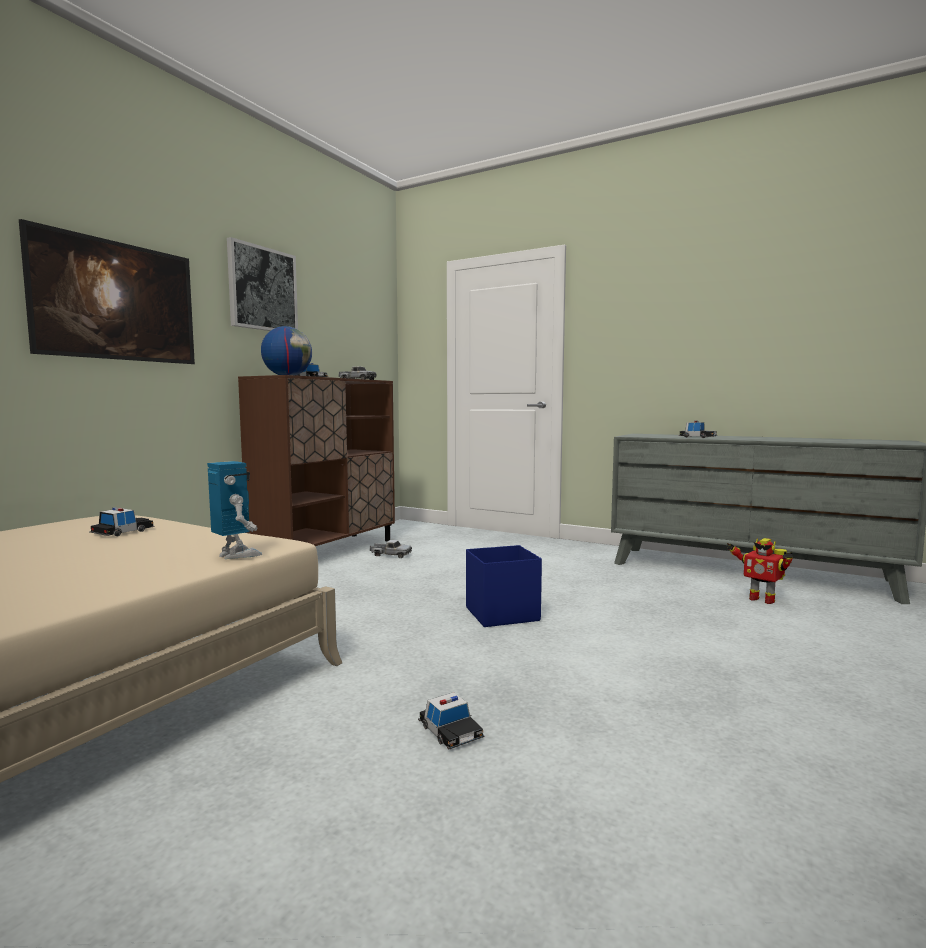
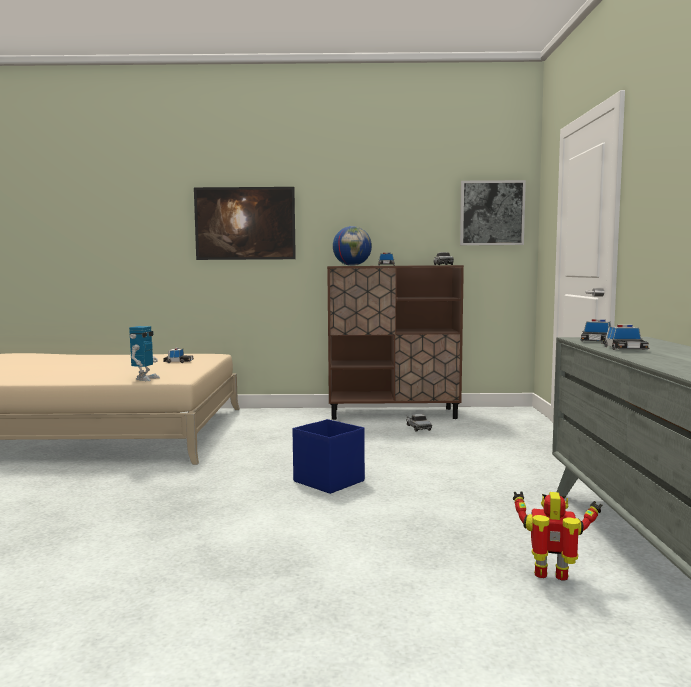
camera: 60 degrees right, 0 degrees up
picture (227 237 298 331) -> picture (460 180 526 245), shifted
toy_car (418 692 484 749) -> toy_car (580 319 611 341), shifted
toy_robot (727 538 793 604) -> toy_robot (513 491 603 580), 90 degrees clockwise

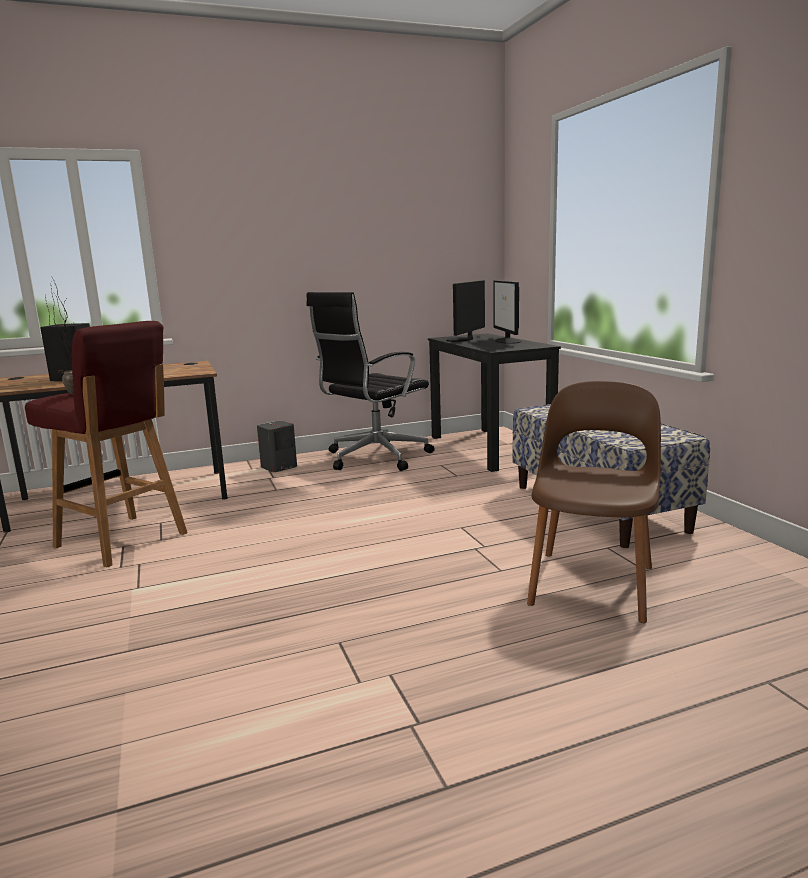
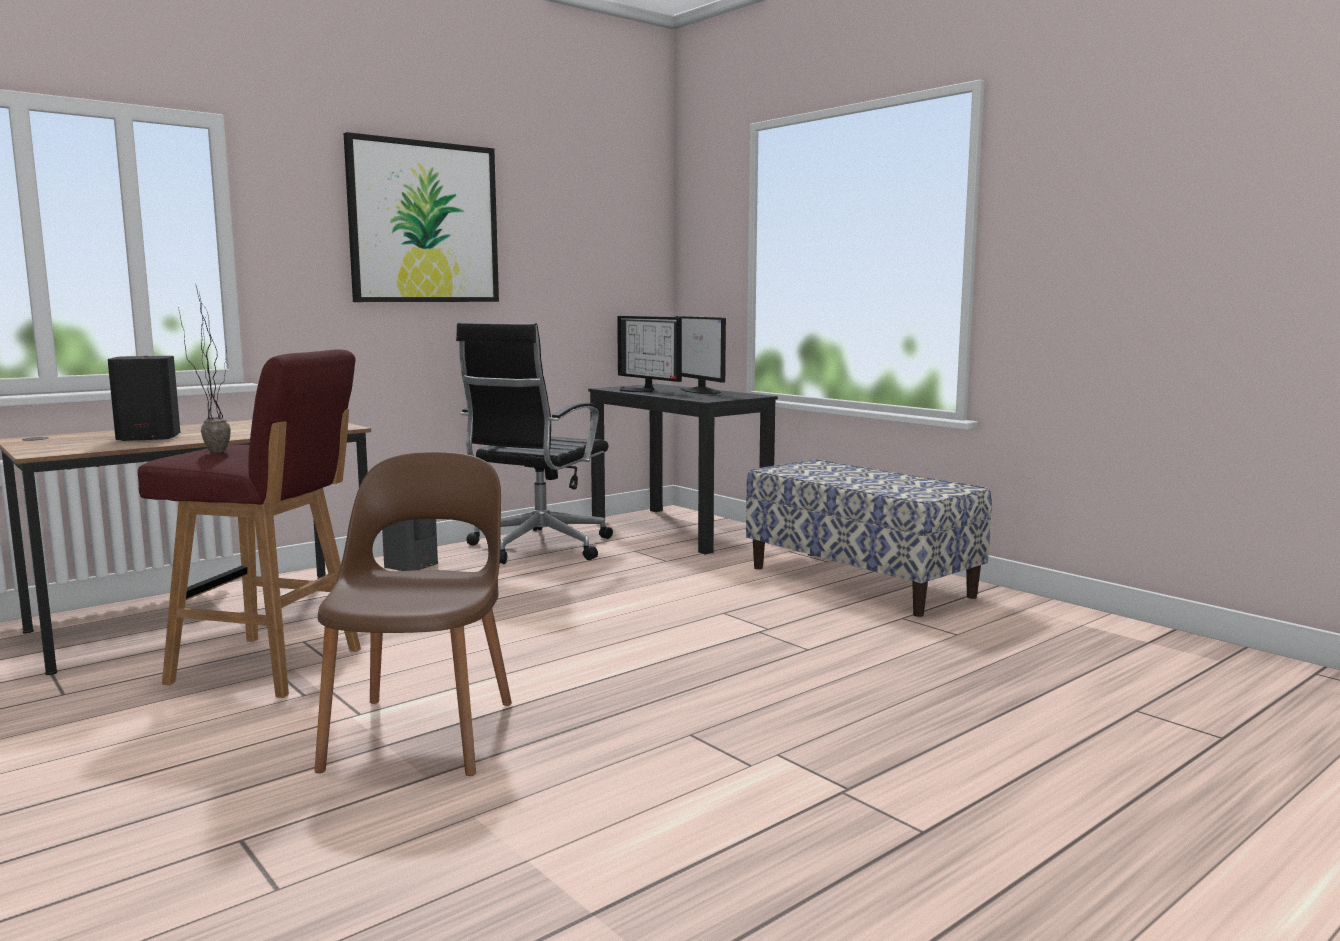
camera: 20 degrees left, 5 degrees down
monitor (447 280 485 342) -> monitor (617 316 682 392), 45 degrees counterclockwise
brown_chair (527 381 661 623) -> brown_chair (314 452 512 776), shifted
none -> picture (344 132 499 302)

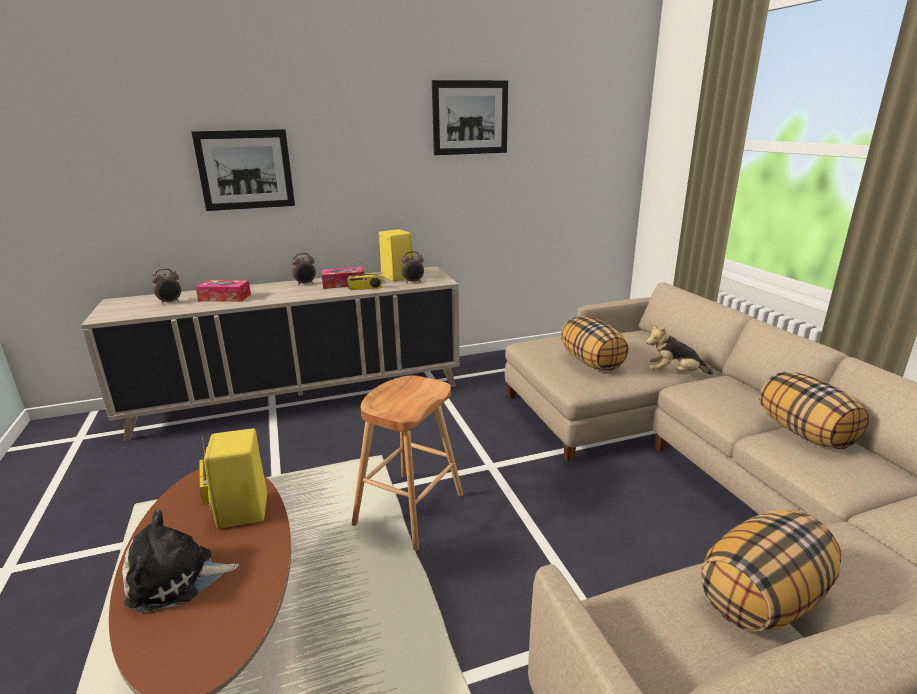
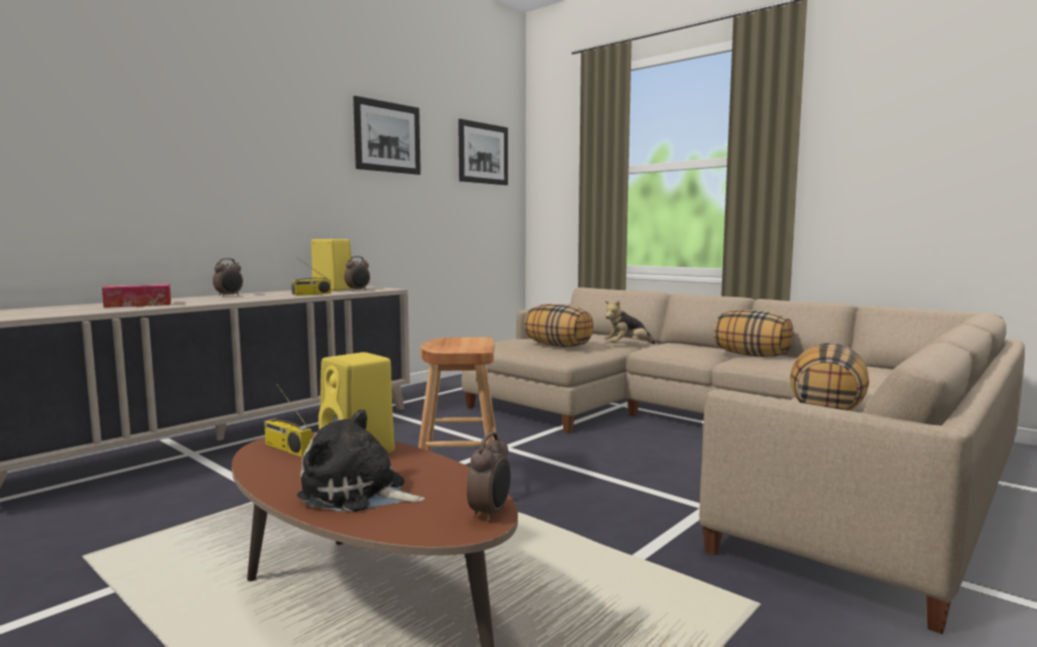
camera: 30 degrees left, 15 degrees down
plush_toy (122 510 239 612) -> plush_toy (297 409 424 512), 60 degrees clockwise
alarm_clock (152 269 181 305) -> alarm_clock (467 432 511 522), shifted
picture (191 129 295 211) -> picture (458 119 508 185), shifted
tissue_box (321 267 364 289) -> none

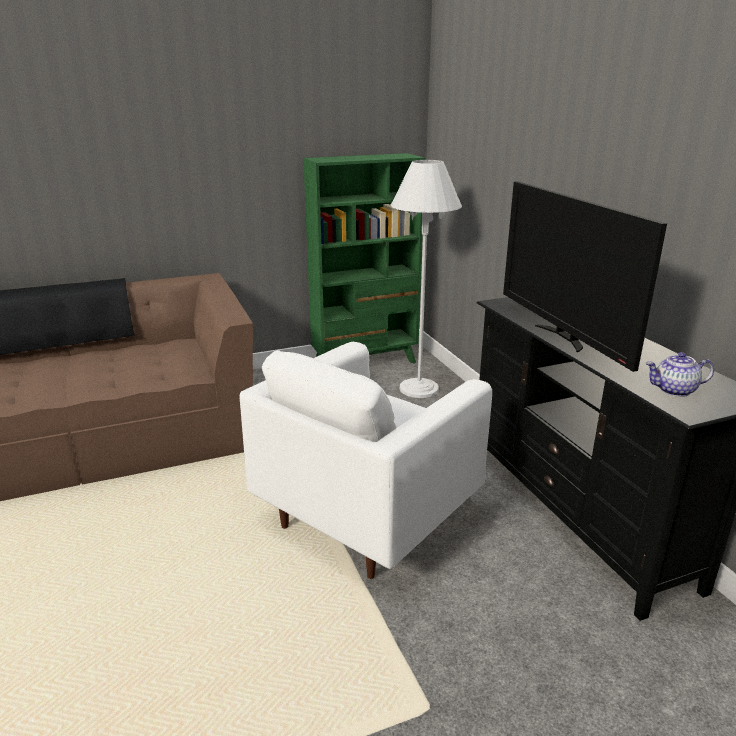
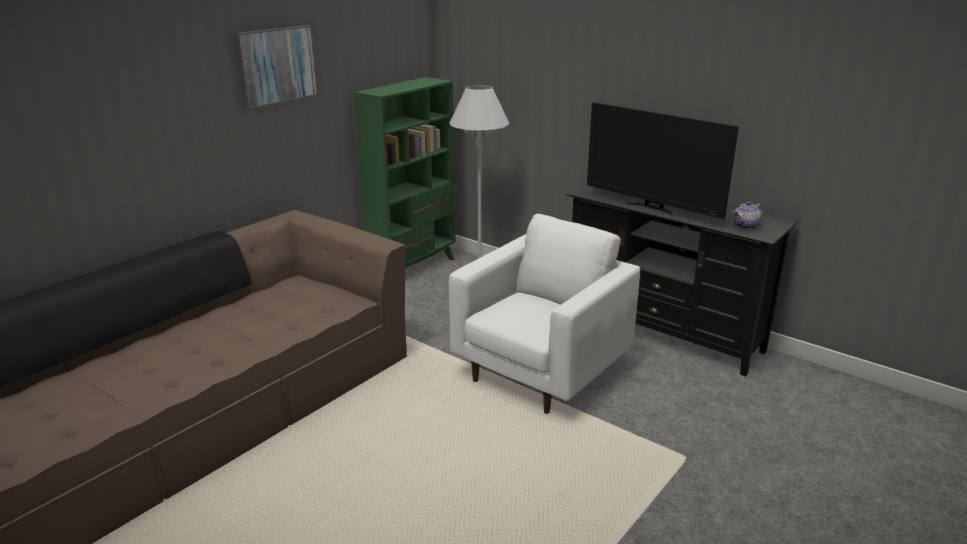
camera: 30 degrees left, 0 degrees up
white_armchair (239 342 492 579) -> white_armchair (449 214 640 414), 150 degrees counterclockwise
none -> picture (234 25 318 109)

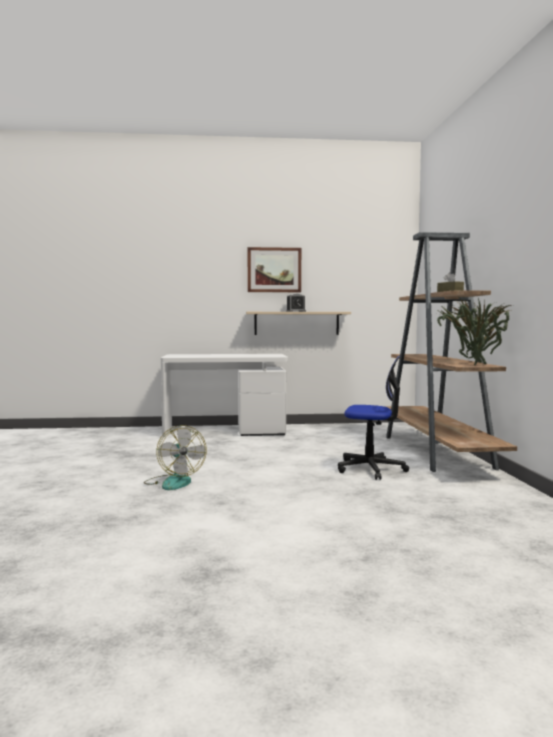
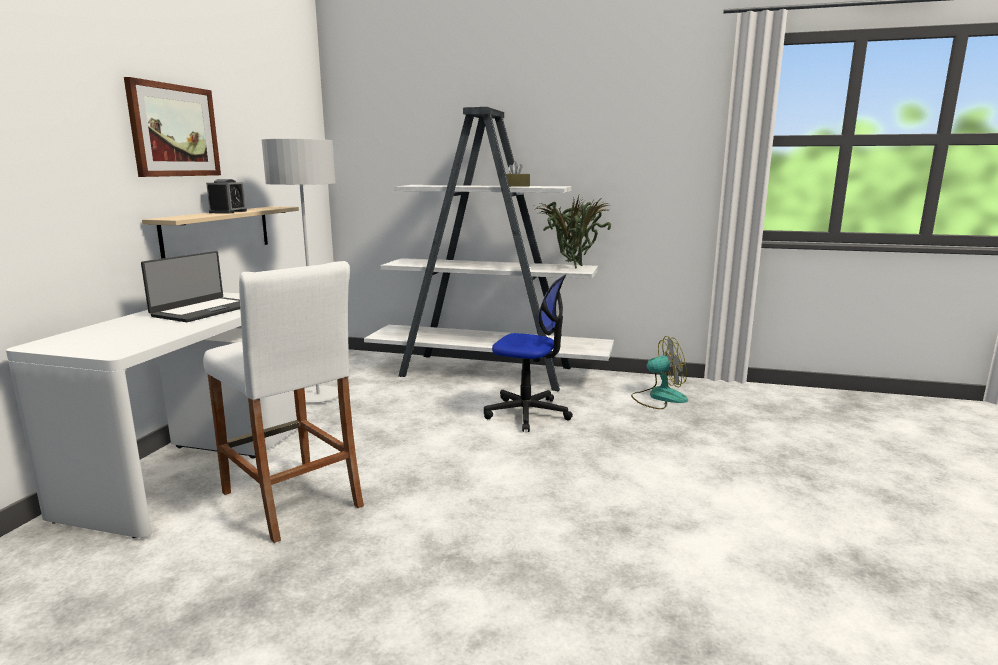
camera: 70 degrees left, 10 degrees up
fan (144 425 207 490) -> fan (631 336 688 409), shifted
office_chair (338 355 409 480) -> office_chair (484 274 573 432), 75 degrees clockwise
brown_bookcase (384 232 517 472) -> white_bookcase (364 107 614 391)
none -> laptop (141 251 240 322)
none -> white_stool (203 261 364 543)
none -> grey_floor_lamp (262 139 338 403)

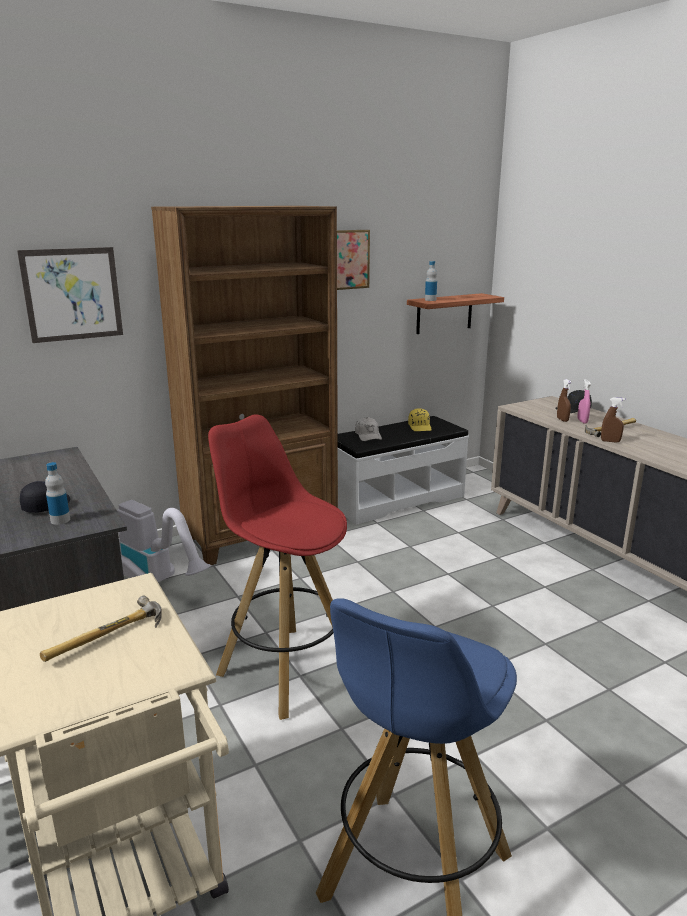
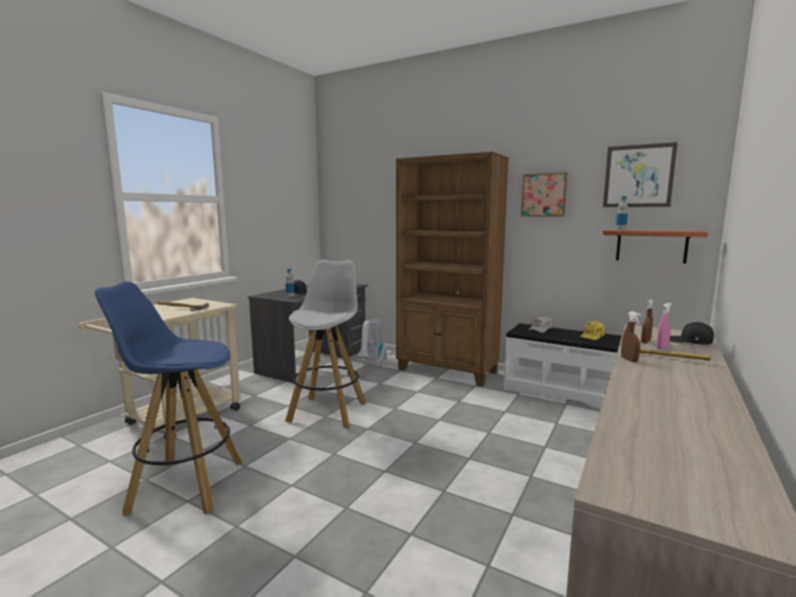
camera: 60 degrees right, 10 degrees down
picture (17 247 123 343) -> picture (603 142 678 207), shifted
red_stool (208 414 347 720) -> white_stool (285 260 366 428)

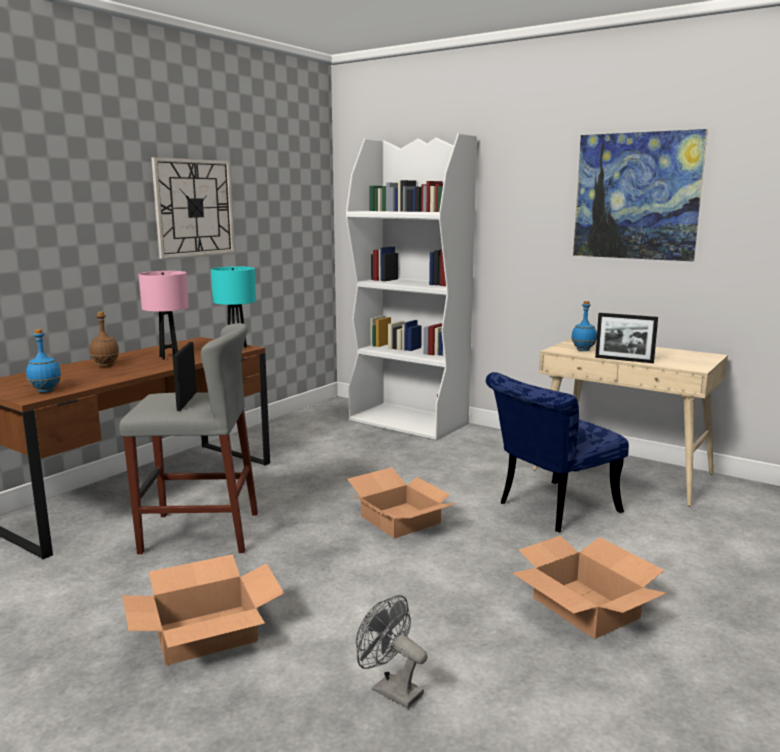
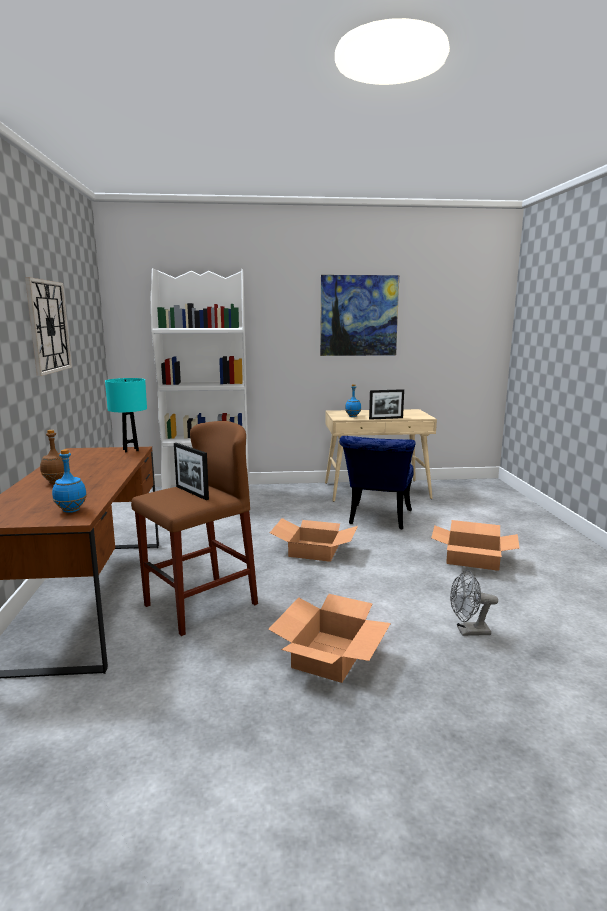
camera: 40 degrees left, 0 degrees up
grey_stool (119 323 258 554) -> brown_stool (131 421 258 636)
pink_table_lamp (138 271 189 360) -> none

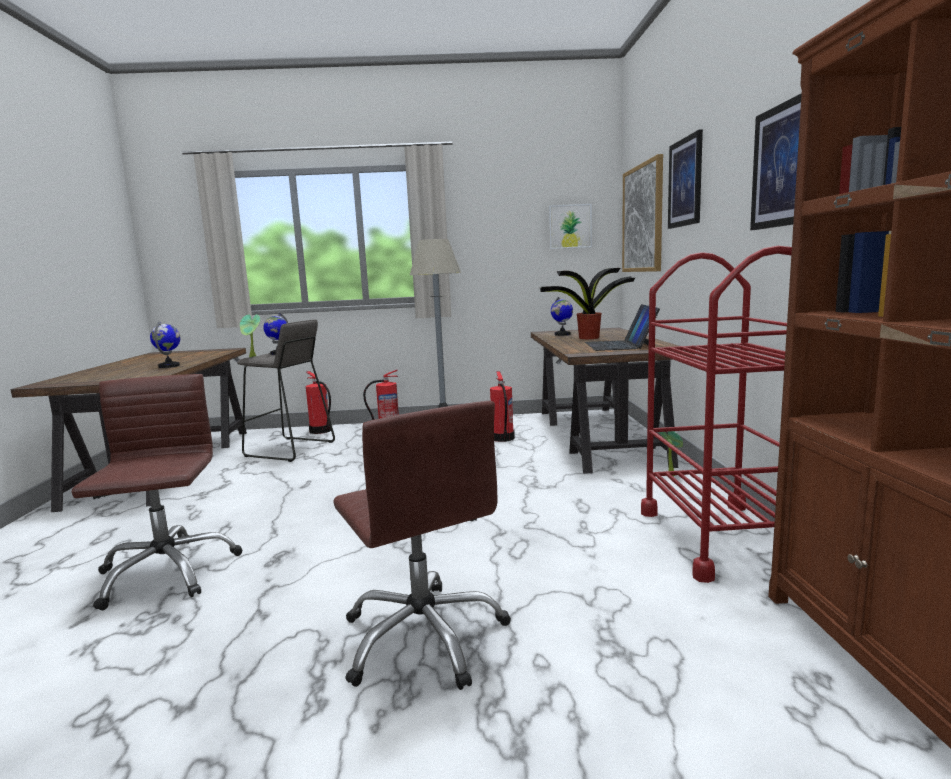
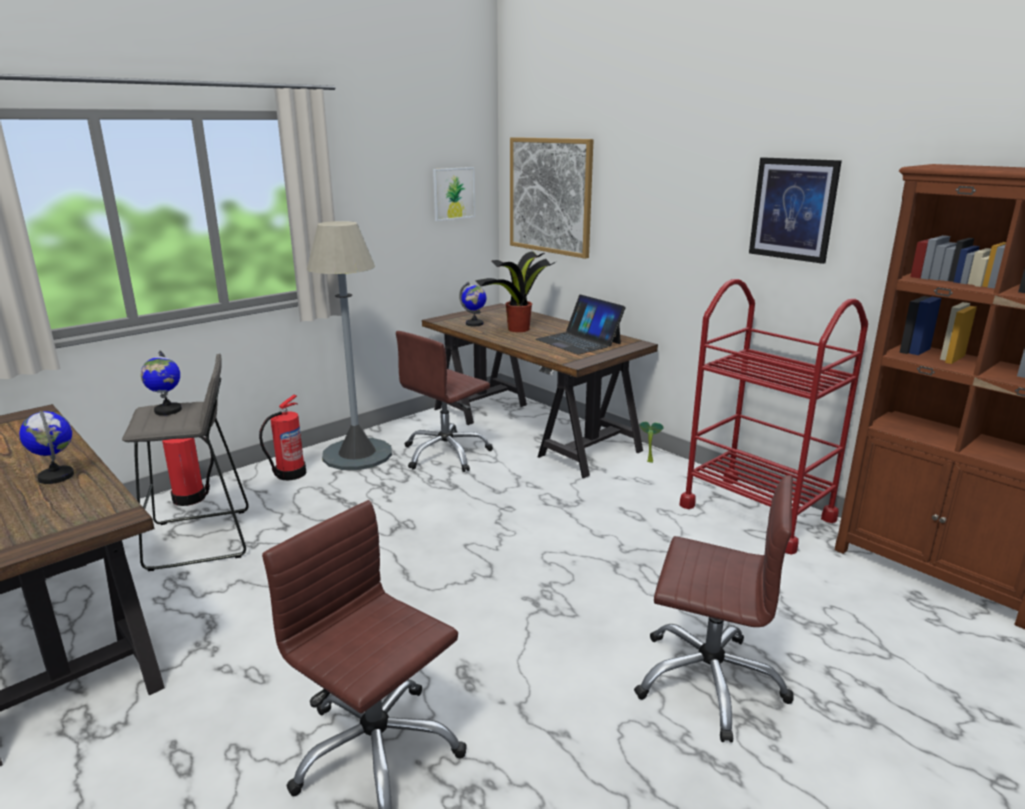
camera: 40 degrees left, 10 degrees up
potted_plant (240 314 260 357) -> none
fire_extinguisher (490 371 515 442) -> brown_office_chair (396 331 493 472)
picture (668 129 703 229) -> none

